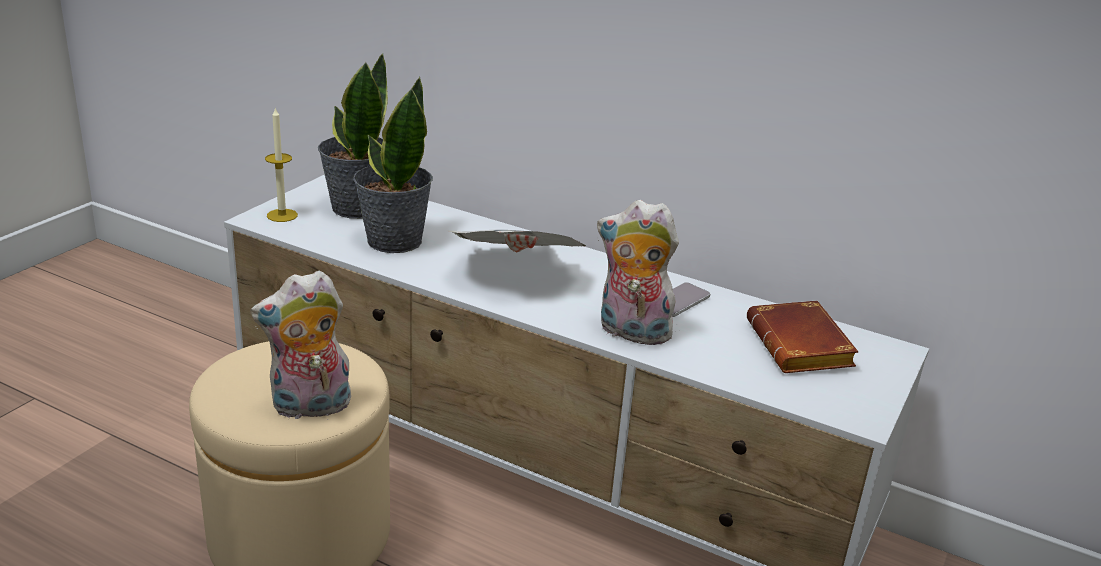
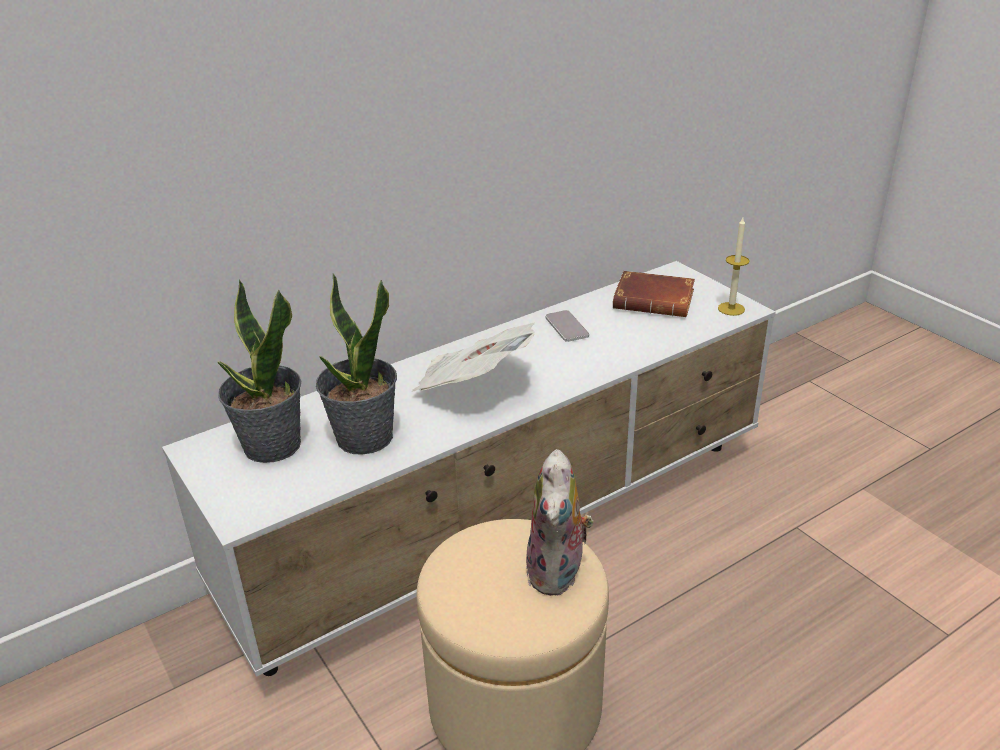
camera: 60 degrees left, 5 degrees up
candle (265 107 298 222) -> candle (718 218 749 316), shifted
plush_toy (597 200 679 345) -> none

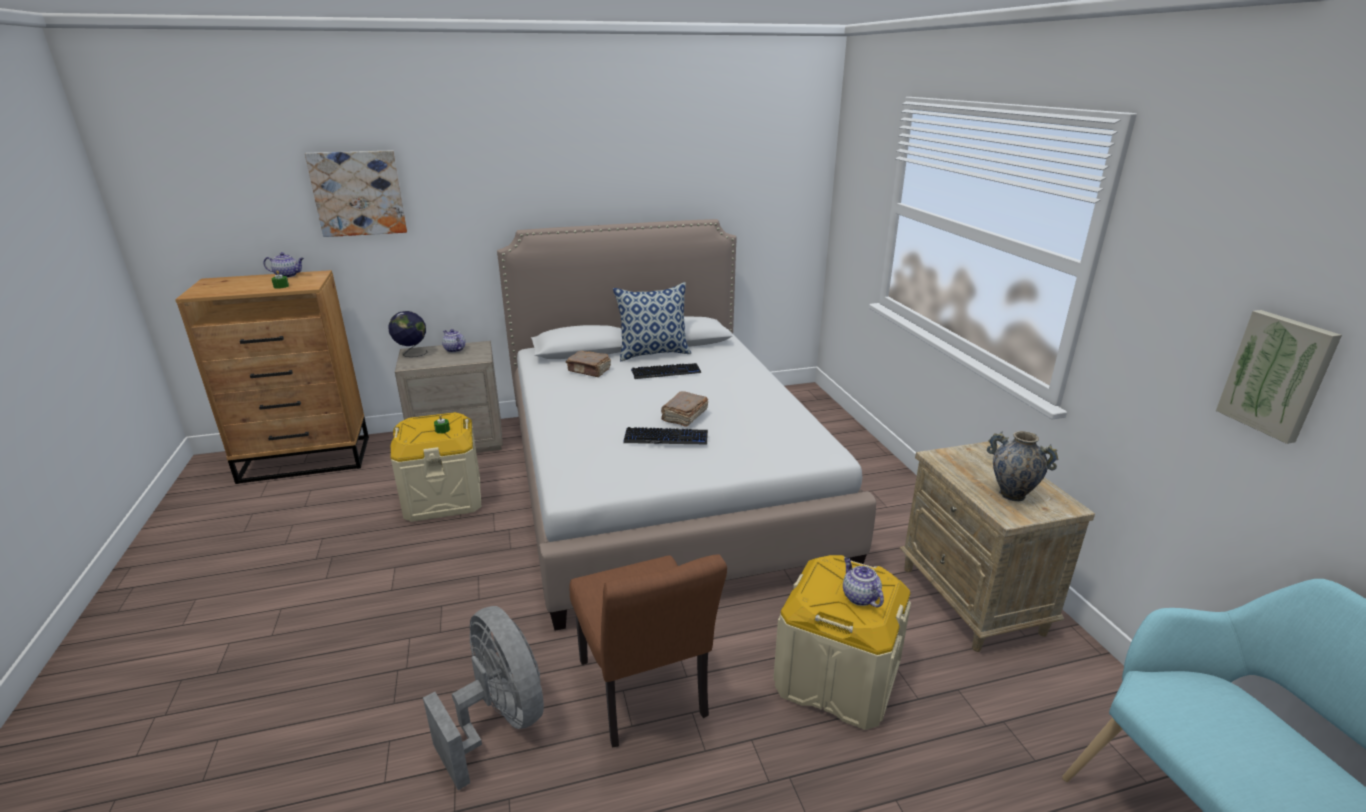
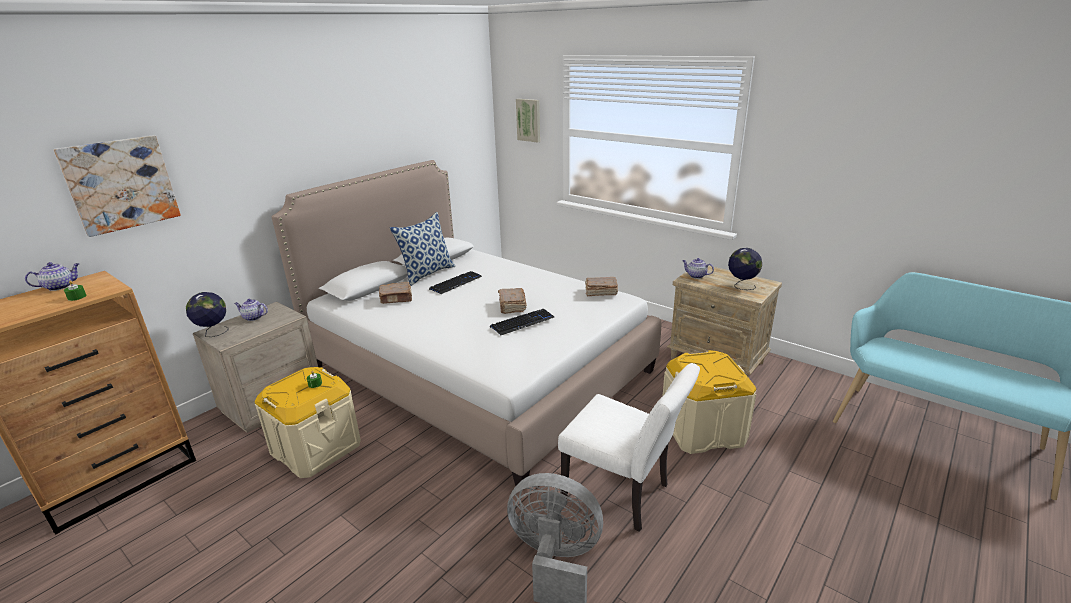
camera: 35 degrees left, 0 degrees up
brown_chair (570 554 727 748) -> white_chair (558 363 700 532)
teapot (843 558 884 607) -> teapot (682 258 714 279), shifted
vase (987 431 1059 501) -> globe (728 248 762 290)
picture (1216 310 1342 444) -> picture (516 99 540 143), shifted
none -> brown_book (585 277 618 296)

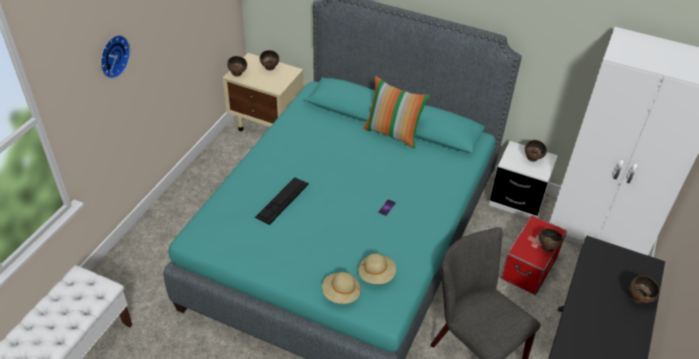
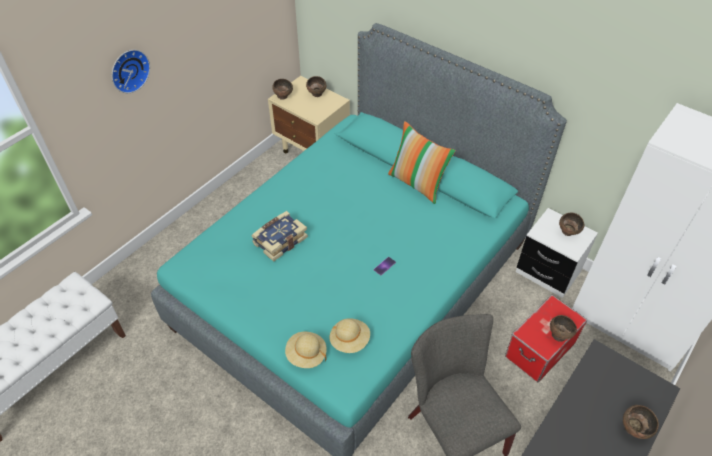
camera: 15 degrees right, 5 degrees up
keyboard (255 177 309 225) -> book (251 211 308 262)

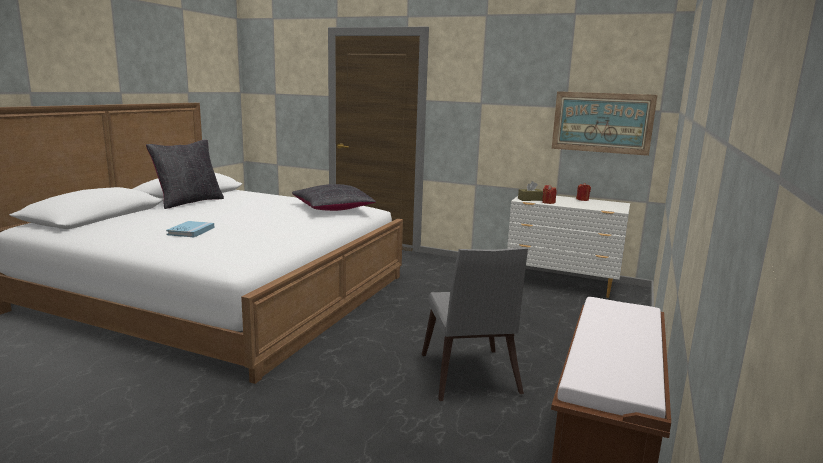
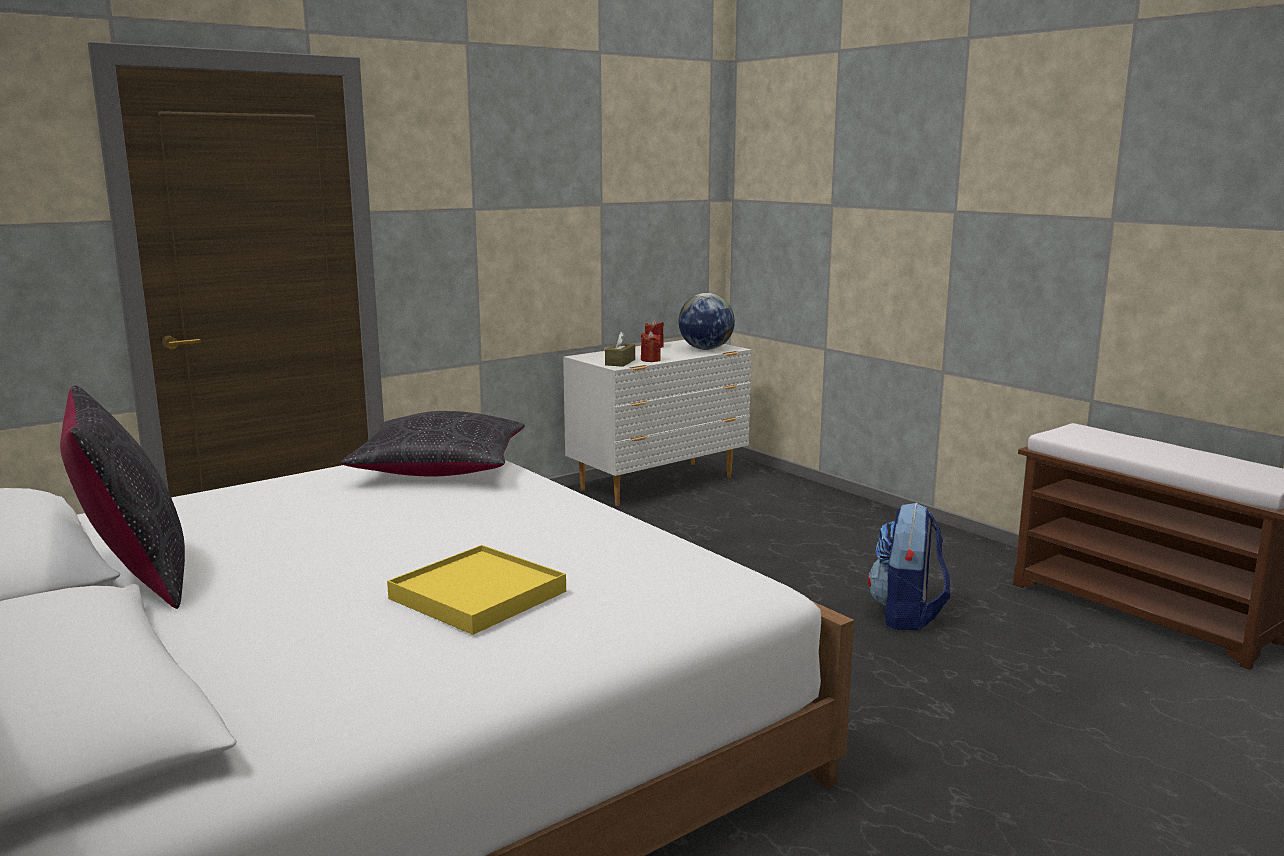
camera: 60 degrees left, 0 degrees up
blue_book (166 221 215 237) -> yellow_tray (387 545 566 635)
grey_chair (422 248 528 401) -> backpack (868 503 950 630)
picture (552 91 657 156) -> none
none -> globe (678 293 735 350)

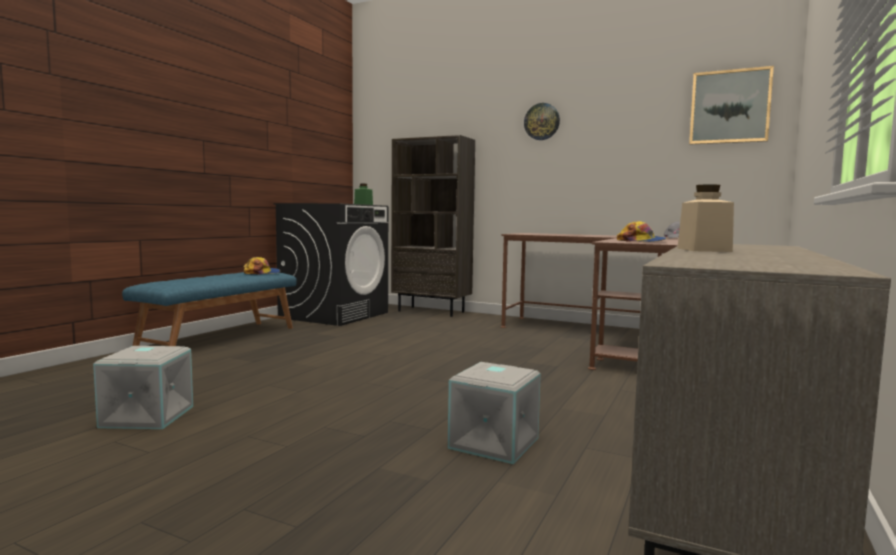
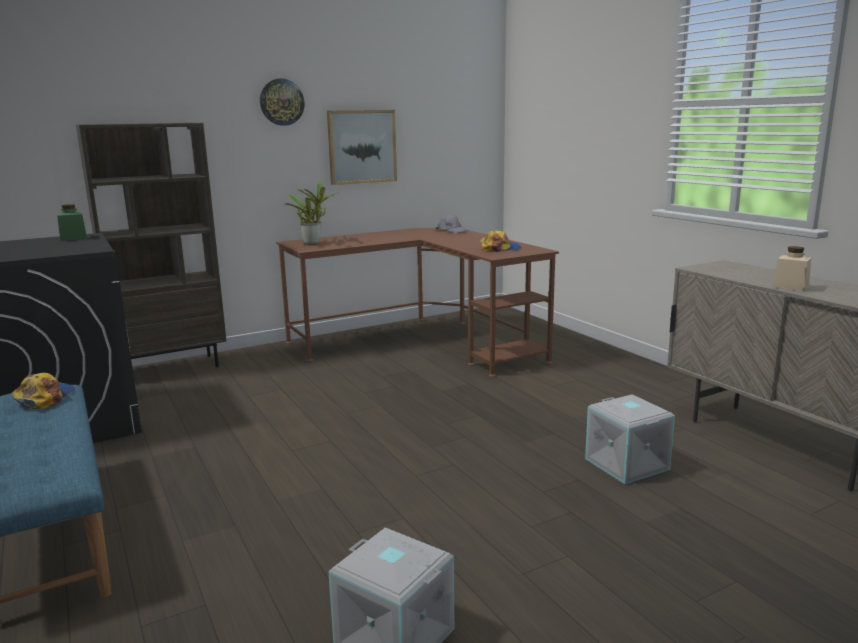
camera: 55 degrees left, 10 degrees up
picture (689 66 774 144) -> picture (327 110 397 185), shifted
none -> potted_plant (285 182 338 245)

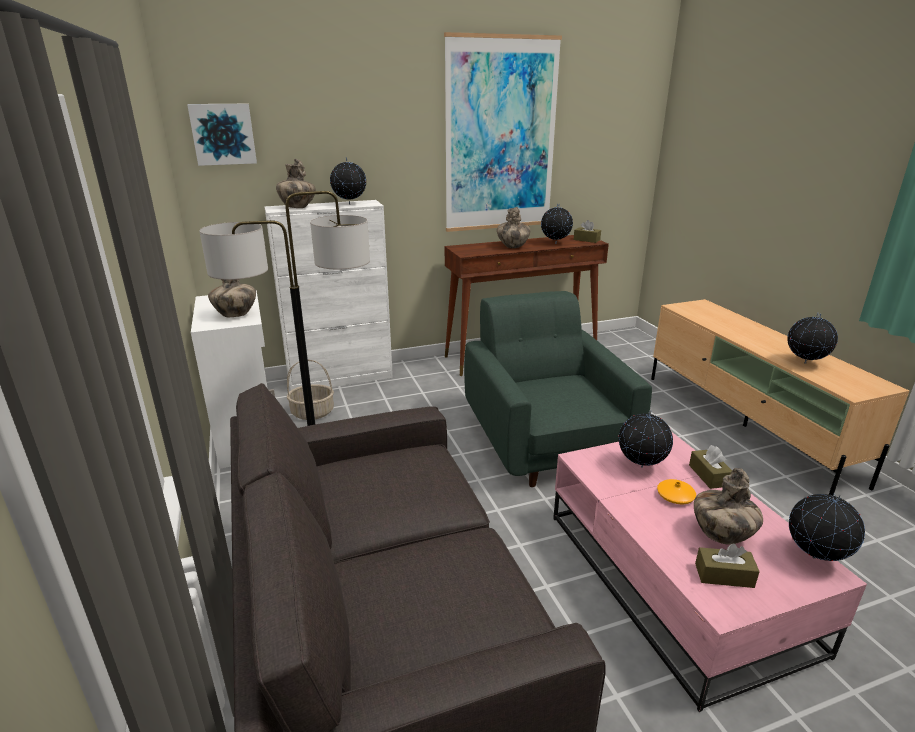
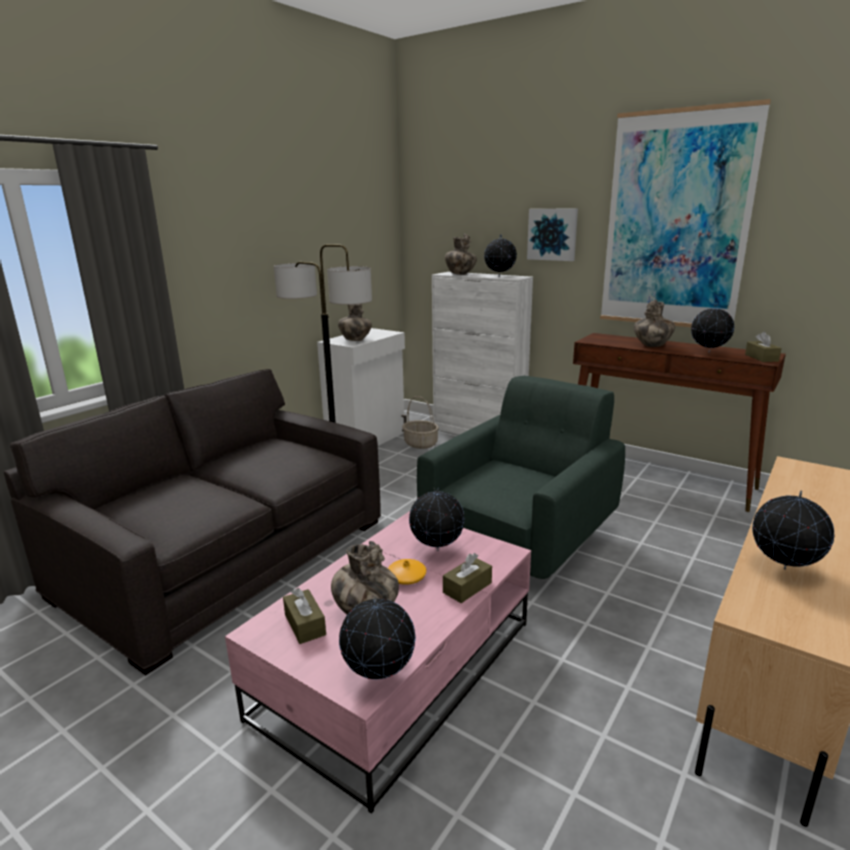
camera: 55 degrees right, 5 degrees down
picture (187 104 257 166) -> picture (527 208 578 261), shifted

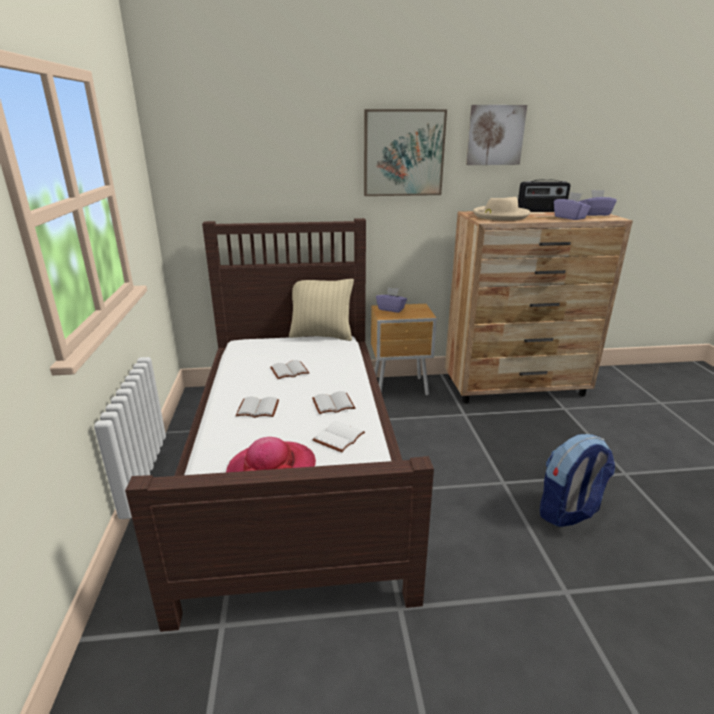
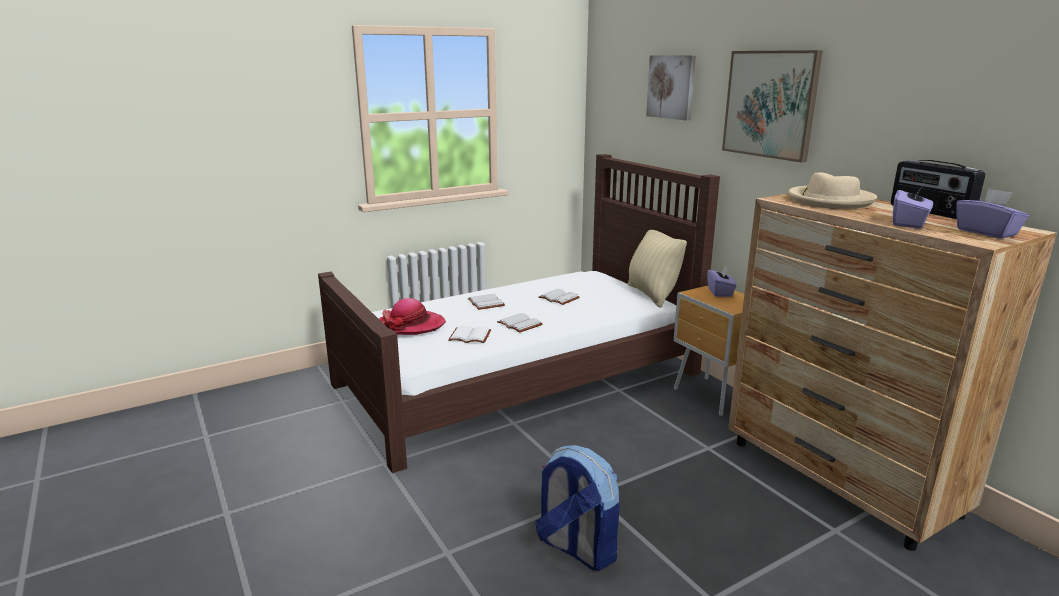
camera: 65 degrees right, 5 degrees down
picture (466 105 527 165) -> picture (646 55 696 121), shifted

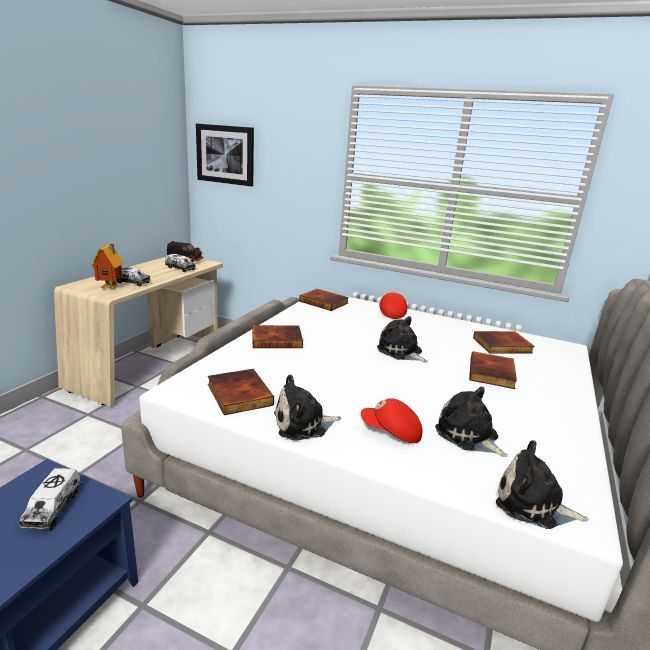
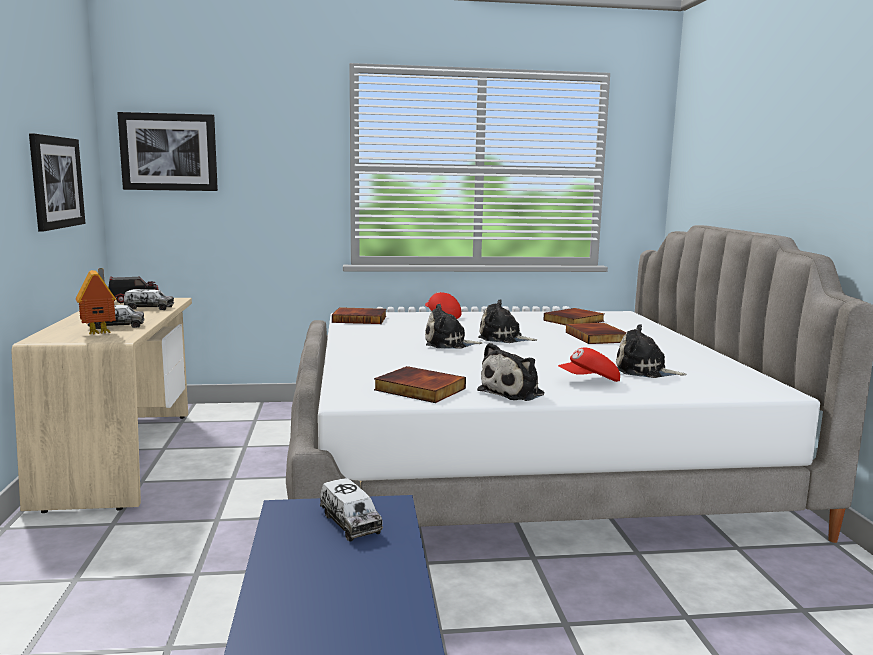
camera: 30 degrees left, 10 degrees down
book (252 325 303 348) -> none
plush_toy (496 440 589 529) -> plush_toy (425 304 482 349), shifted
none -> picture (29 133 86 232)

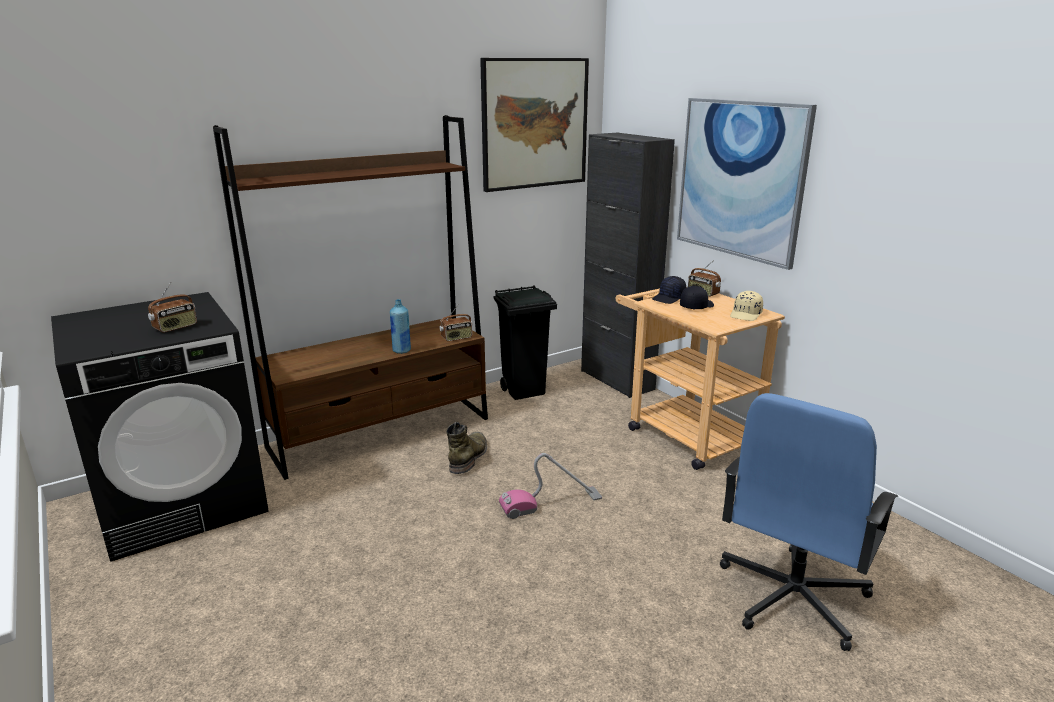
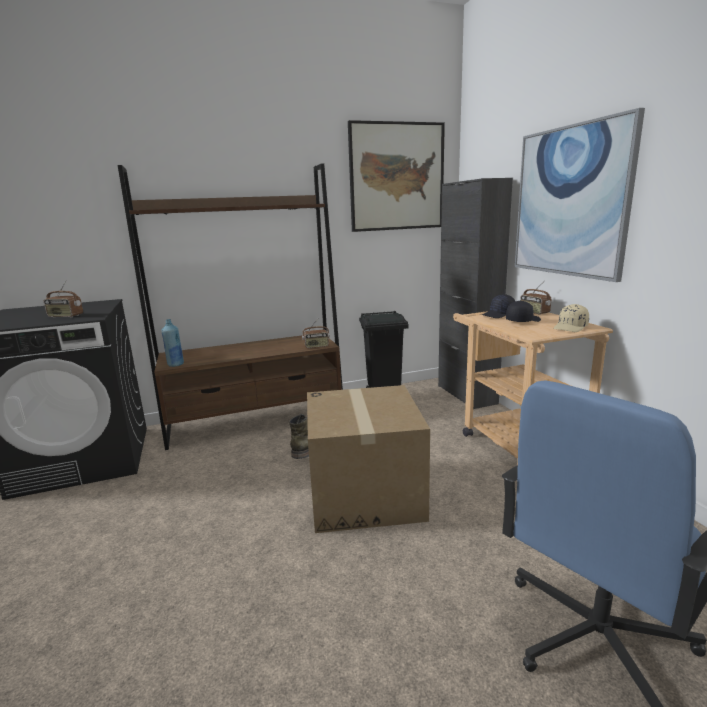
camera: 15 degrees right, 5 degrees down
radio (148 282 197 332) -> radio (44 280 83 317), 45 degrees clockwise
blue_bottle (390 299 411 354) -> blue_bottle (161 319 184 367), shifted
vacuum_cleaner (499 453 602 519) -> cardboard_box (307 385 430 533)

